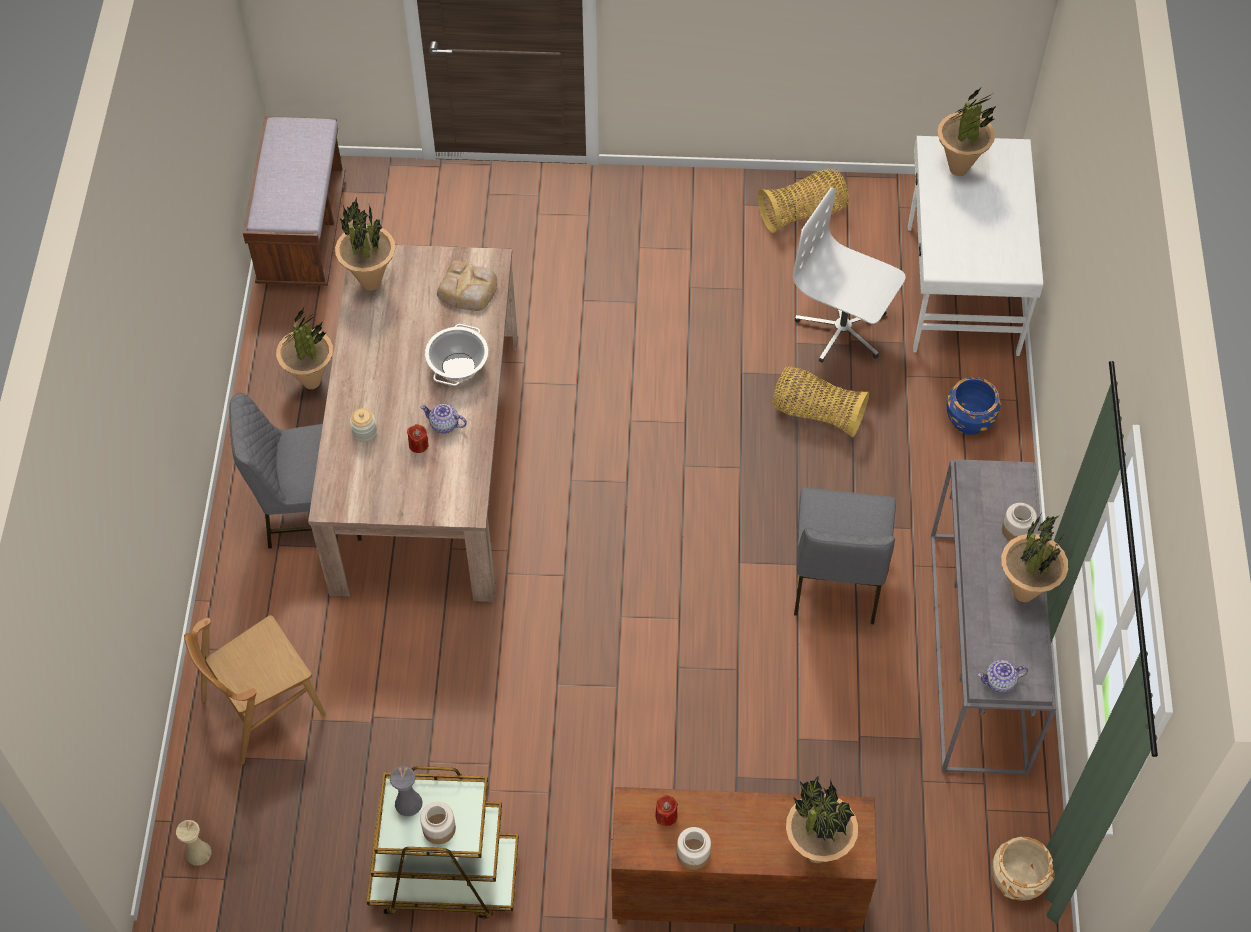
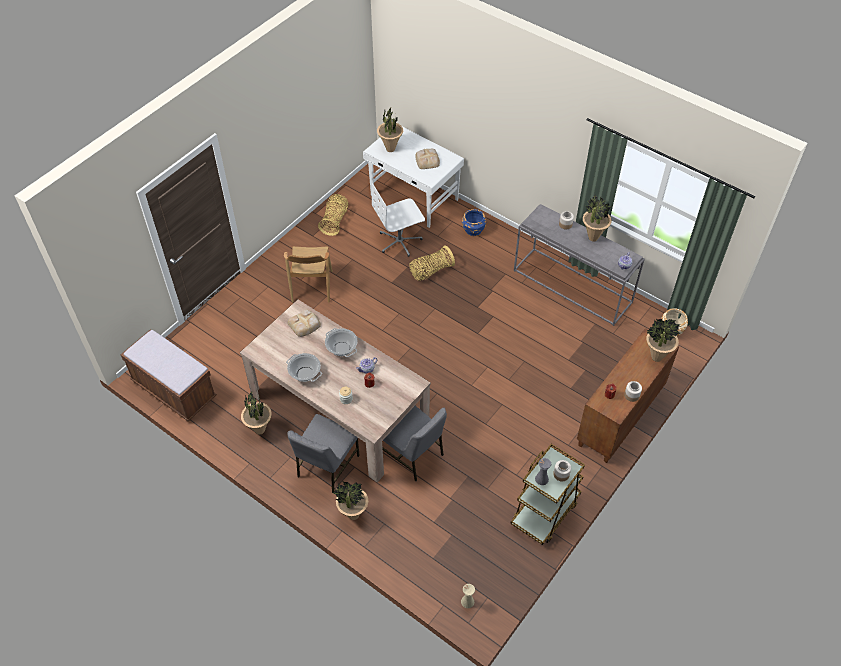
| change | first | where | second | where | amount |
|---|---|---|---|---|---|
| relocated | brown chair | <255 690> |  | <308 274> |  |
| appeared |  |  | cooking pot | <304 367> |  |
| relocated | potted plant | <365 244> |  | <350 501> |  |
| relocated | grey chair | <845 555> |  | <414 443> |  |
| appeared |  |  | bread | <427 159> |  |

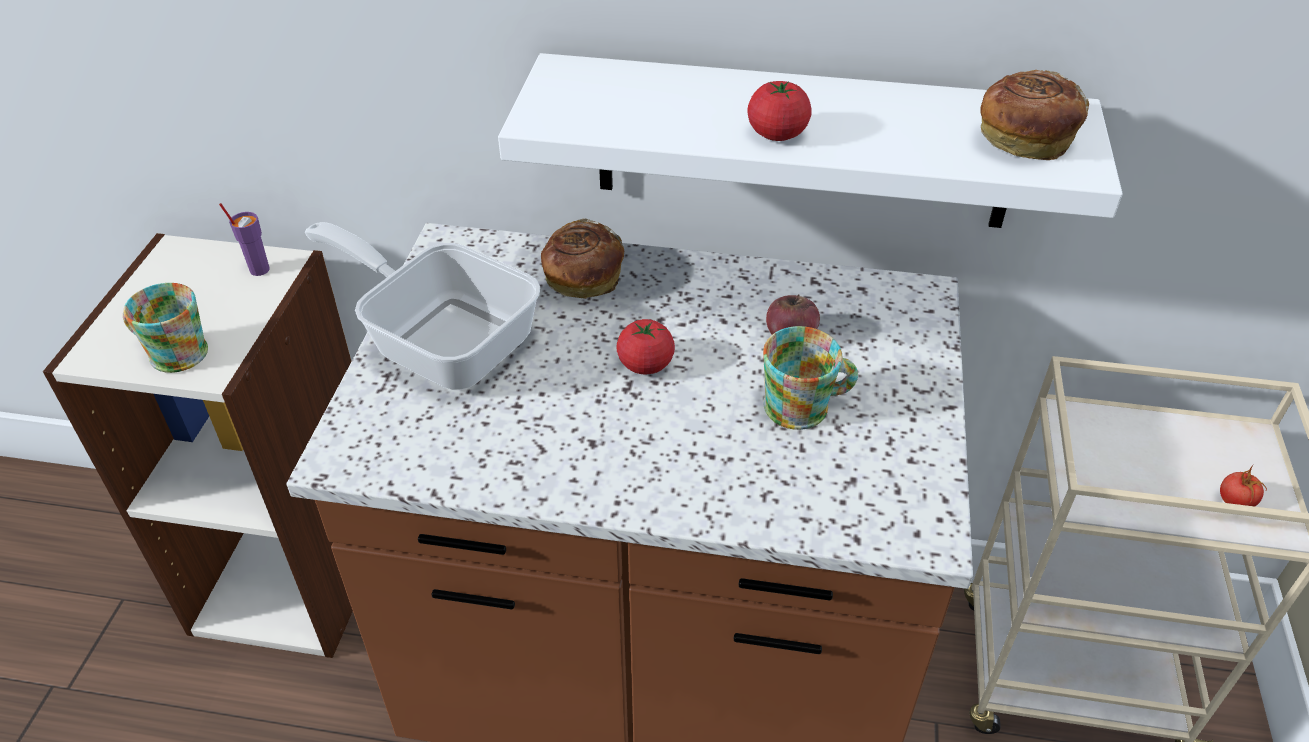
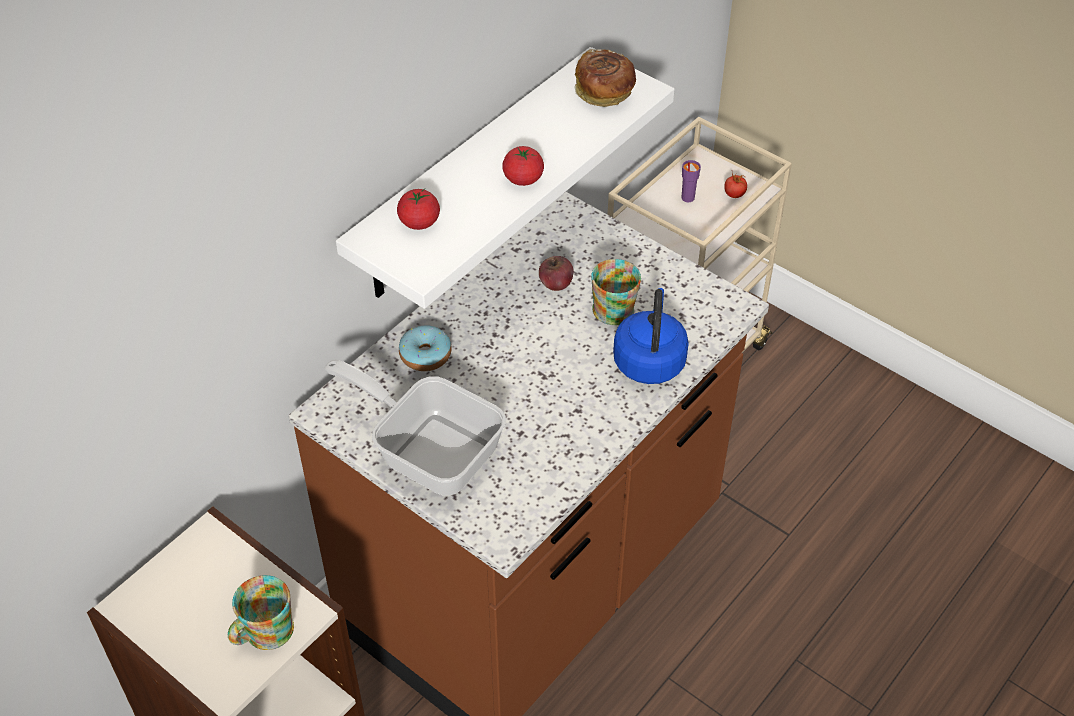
| change | first | where | second | where | amount |
|---|---|---|---|---|---|
| spun | frying pan | <422 306> |  | <415 427> | 60 degrees clockwise |
| relocated | tomato | <646 346> |  | <418 209> |  |
| exchanged | bread | <582 258> | donut | <425 348> |  |
| appeared |  |  | blue kettle | <651 336> |  |
| relocated | purple cup | <244 239> |  | <691 181> |  |

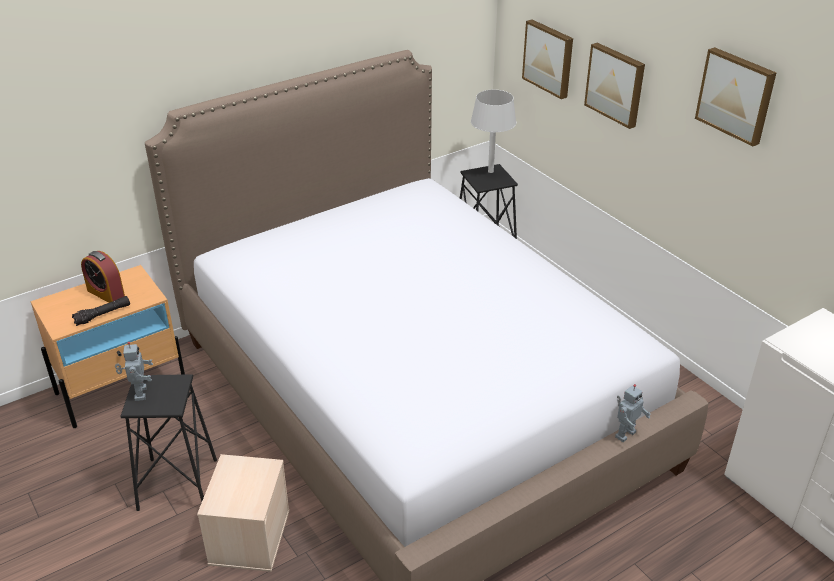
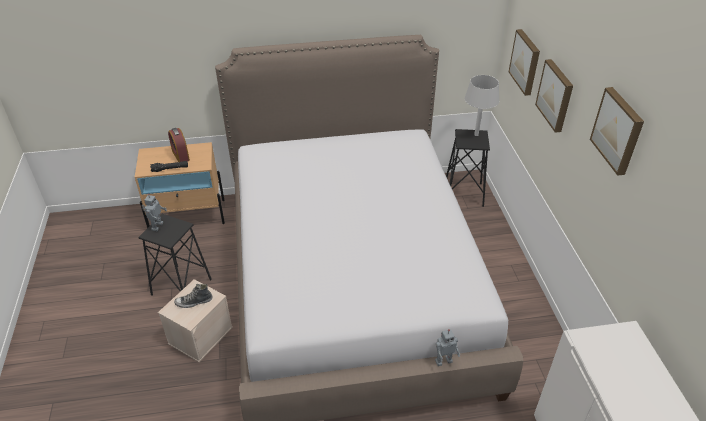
| change | first | where | second | where | amount |
|---|---|---|---|---|---|
| appeared |  |  | shoe | <193 296> |  |

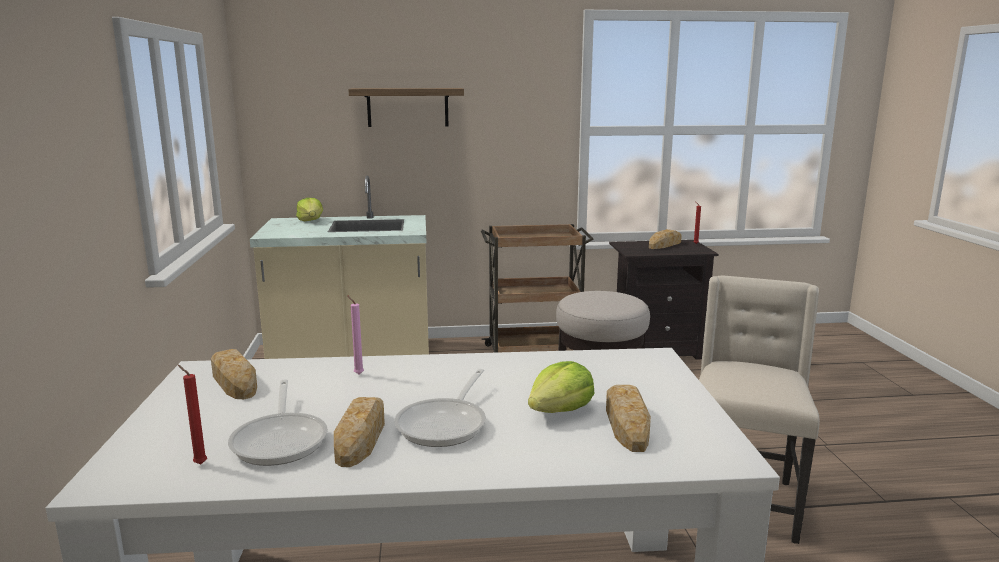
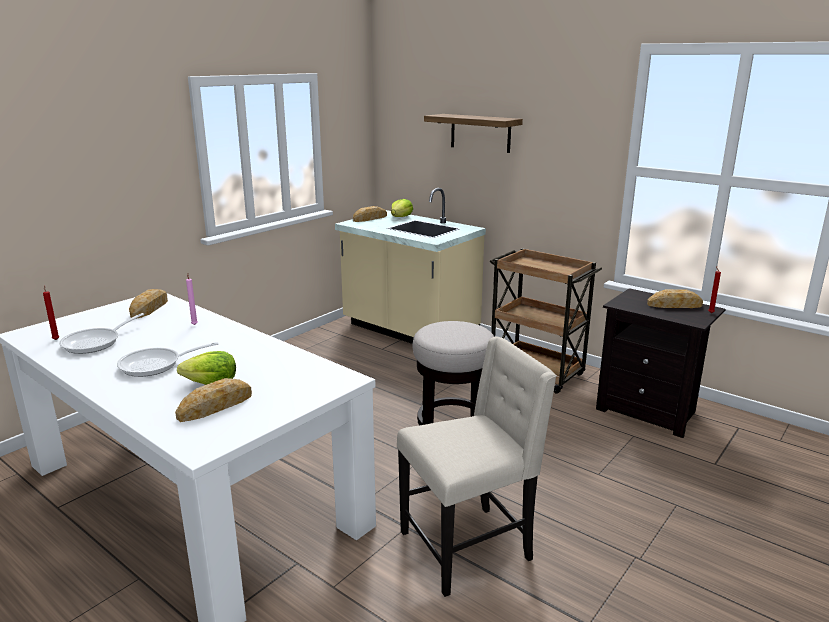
| change | first | where | second | where | amount |
|---|---|---|---|---|---|
| relocated | bread | <359 432> |  | <370 214> |  |

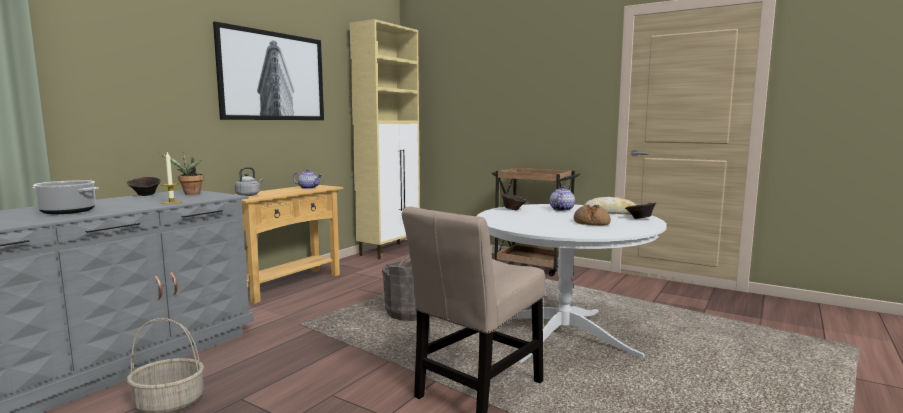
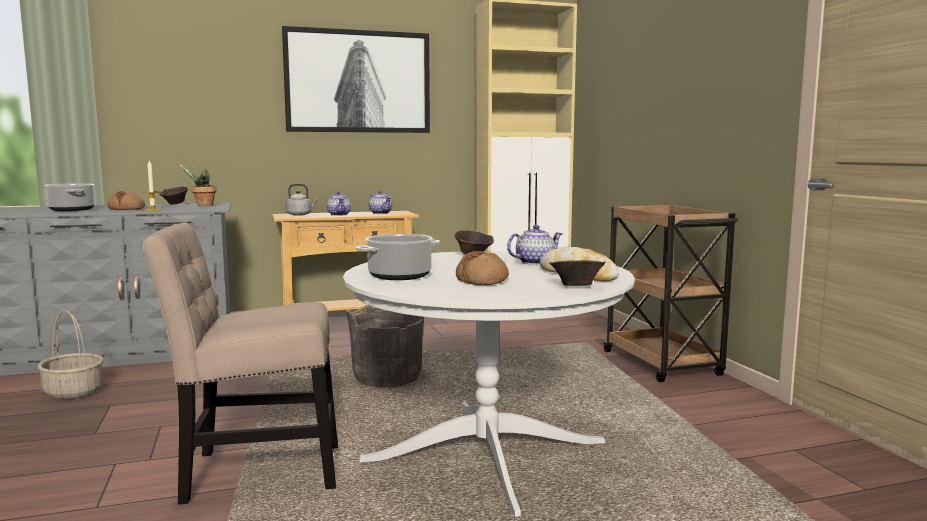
| change | first | where | second | where | amount |
|---|---|---|---|---|---|
| appeared |  |  | bread | <126 200> |  |
| appeared |  |  | teapot | <339 203> |  |
| appeared |  |  | cooking pot | <397 257> |  |

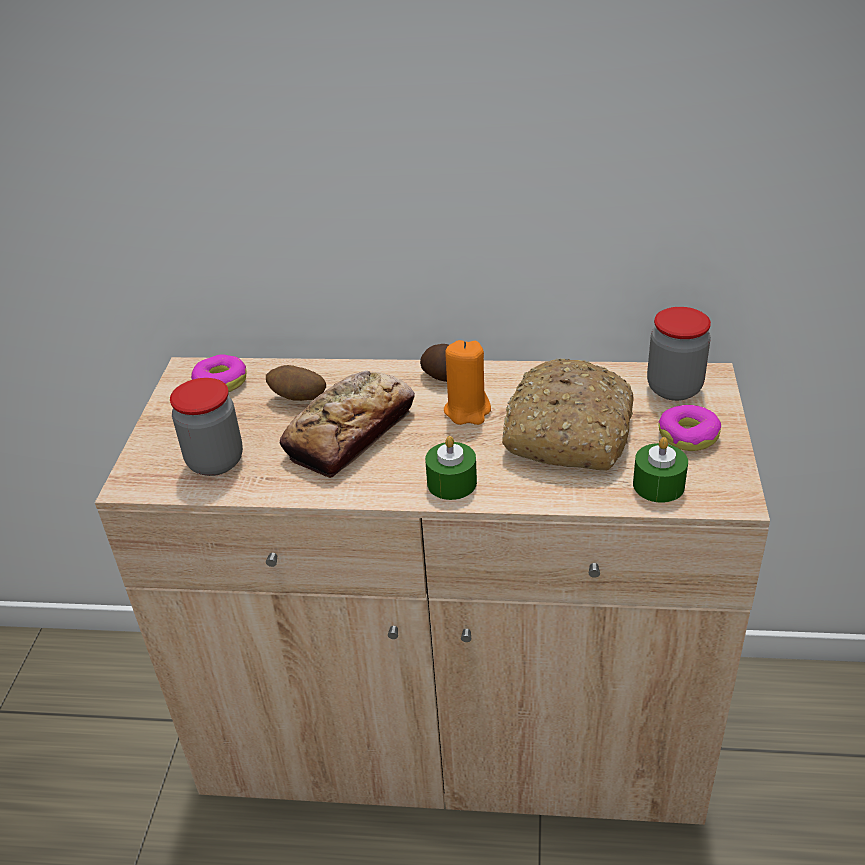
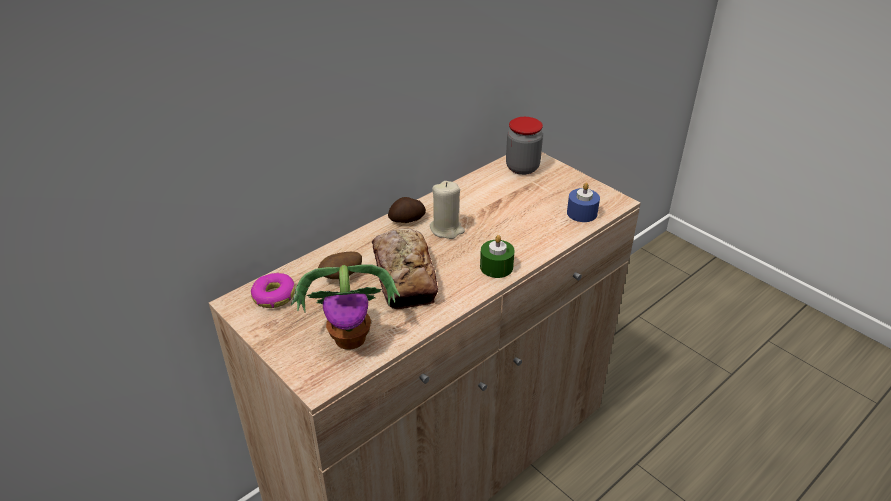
| change | first | where | second | where | amount |
|---|---|---|---|---|---|
| exchanged | jar | <206 427> | potted plant | <345 307> |  |
| colour | orange candle | <467 382> | beige candle | <447 210> |  |
| colour | green candle | <660 470> | blue candle | <583 202> |  |
| missing | bread | <568 415> |  |  |  |
| missing | donut | <689 428> |  |  |  |

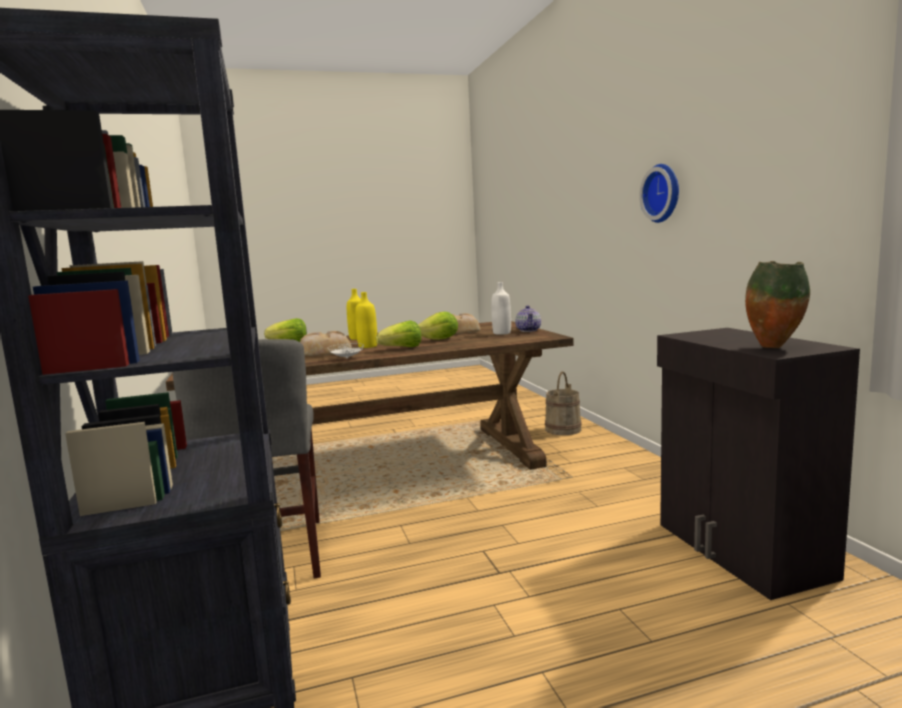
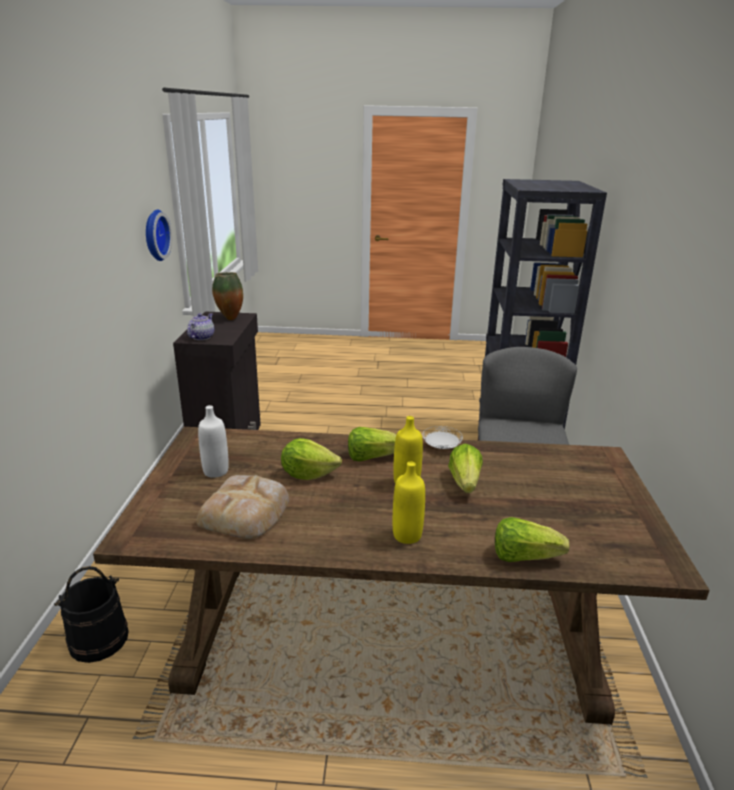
| change | first | where | second | where | amount |
|---|---|---|---|---|---|
| colour | beige bucket | <563 403> | black bucket | <91 614> |  |
| relocated | wall clock | <659 193> |  | <159 235> |  |
| relocated | teapot | <528 318> |  | <200 326> |  |
| exchanged | bread | <326 343> | lettuce | <465 468> |  |

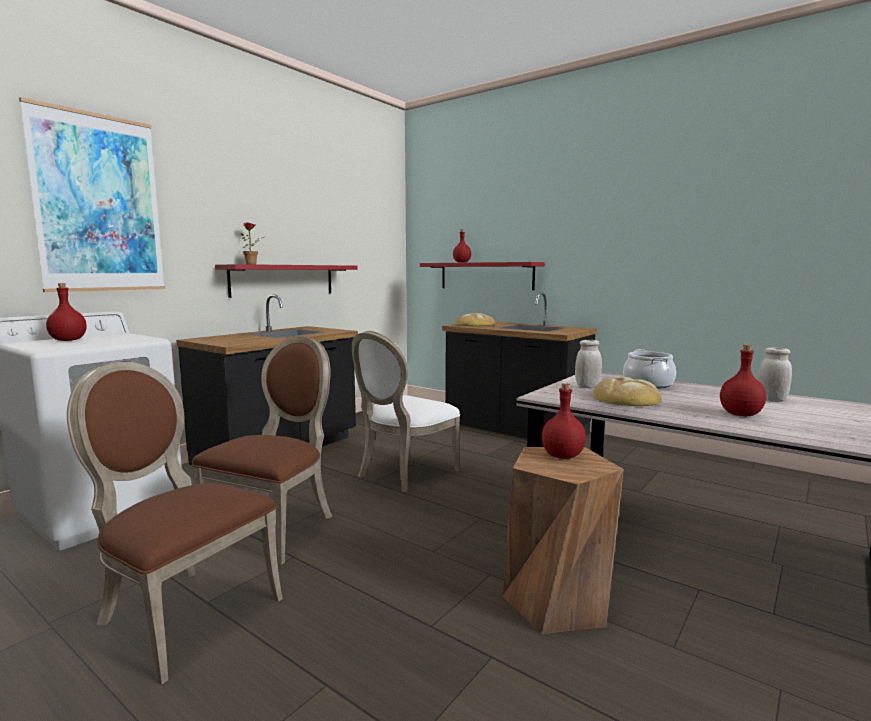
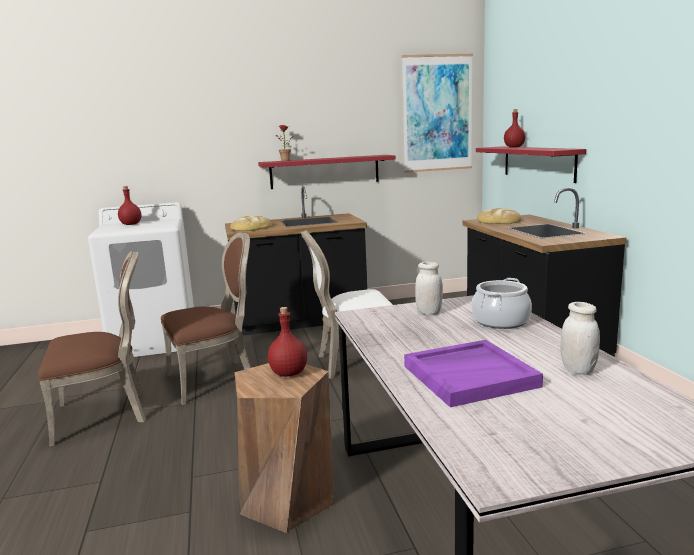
| change | first | where | second | where | amount |
|---|---|---|---|---|---|
| spun | brown chair | <175 523> |  | <92 348> | 90 degrees clockwise |
| relocated | bread | <627 391> |  | <251 223> |  |
| relocated | picture | <92 194> |  | <437 113> |  |
| exchanged | red bottle | <743 380> | purple tray | <473 373> |  |

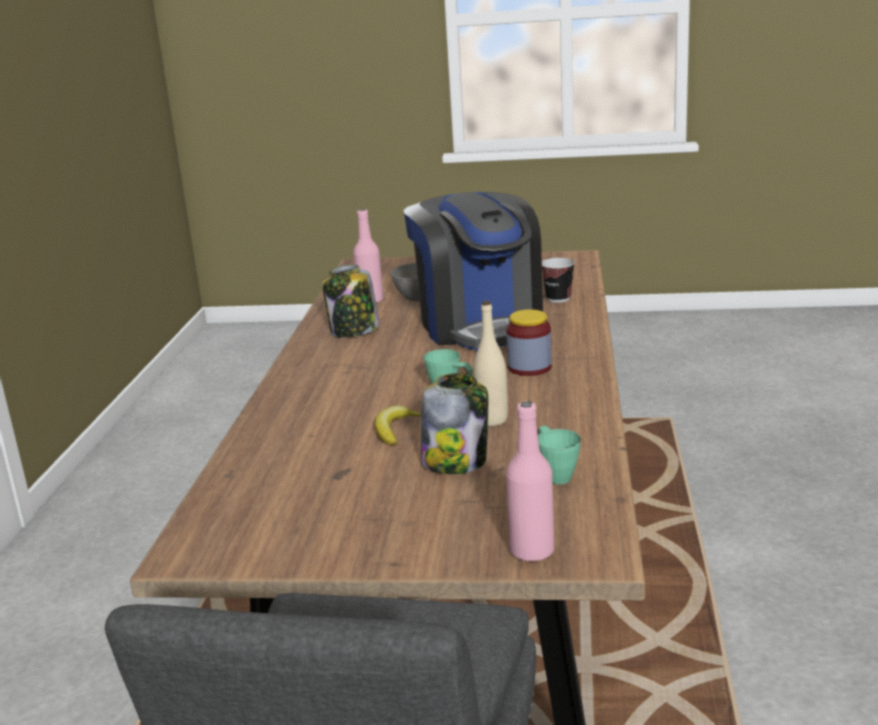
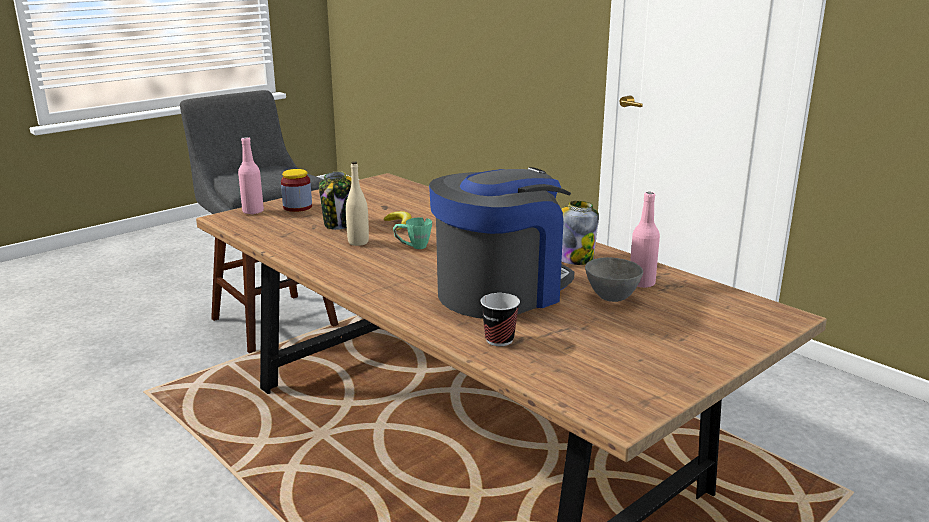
| change | first | where | second | where | amount |
|---|---|---|---|---|---|
| relocated | jar | <529 342> |  | <296 190> |  |
| spun | coffee machine | <473 271> |  | <502 243> | 120 degrees clockwise |
| missing | green mug | <559 455> |  |  |  |

